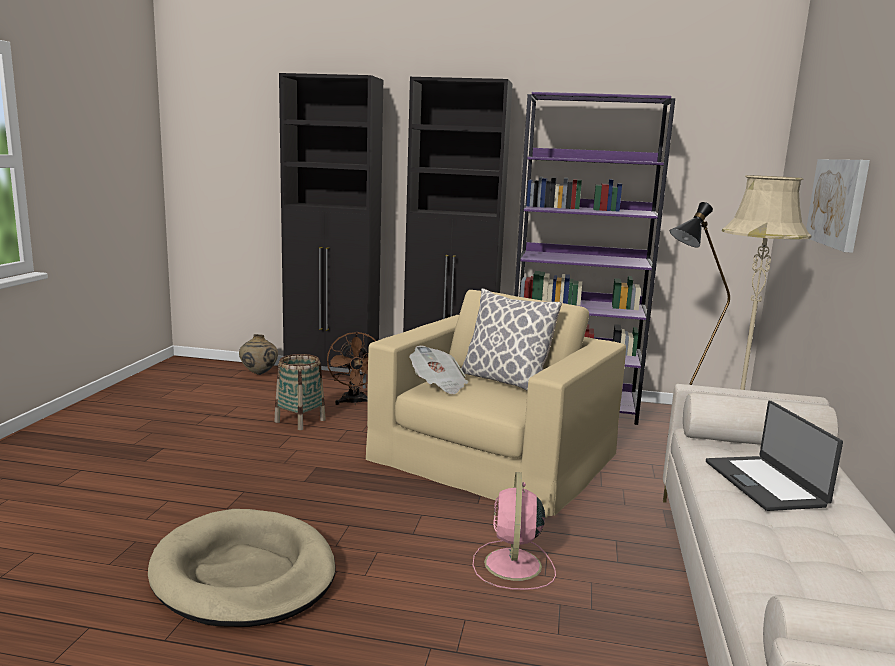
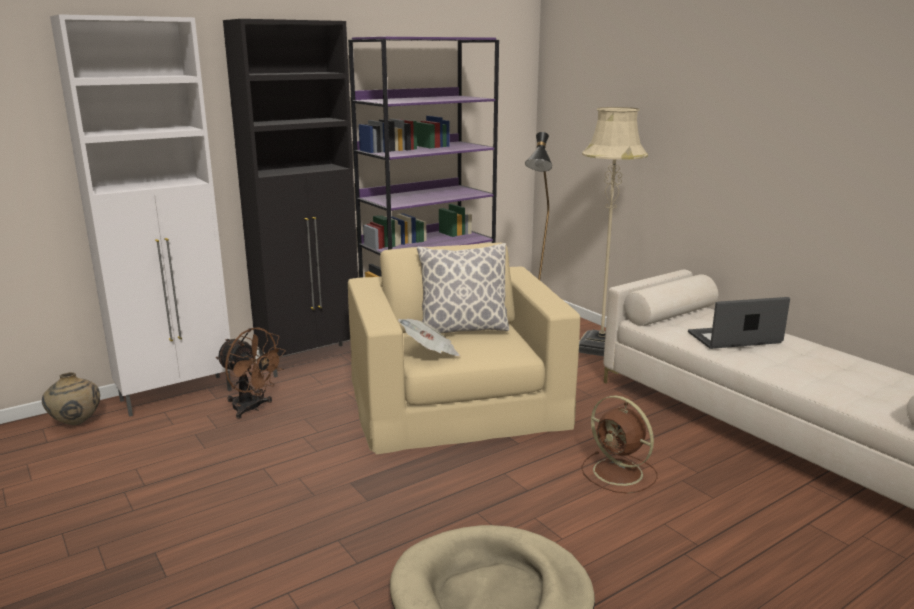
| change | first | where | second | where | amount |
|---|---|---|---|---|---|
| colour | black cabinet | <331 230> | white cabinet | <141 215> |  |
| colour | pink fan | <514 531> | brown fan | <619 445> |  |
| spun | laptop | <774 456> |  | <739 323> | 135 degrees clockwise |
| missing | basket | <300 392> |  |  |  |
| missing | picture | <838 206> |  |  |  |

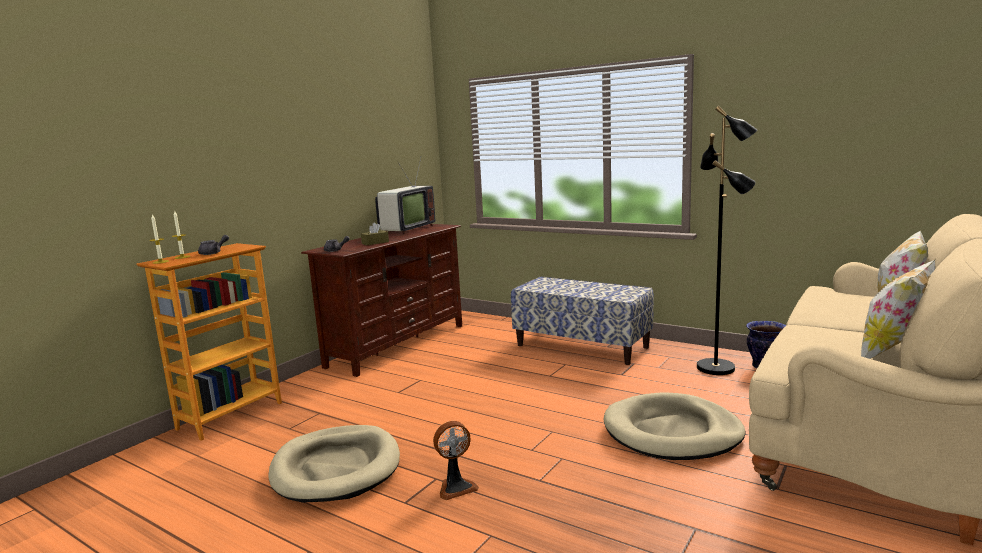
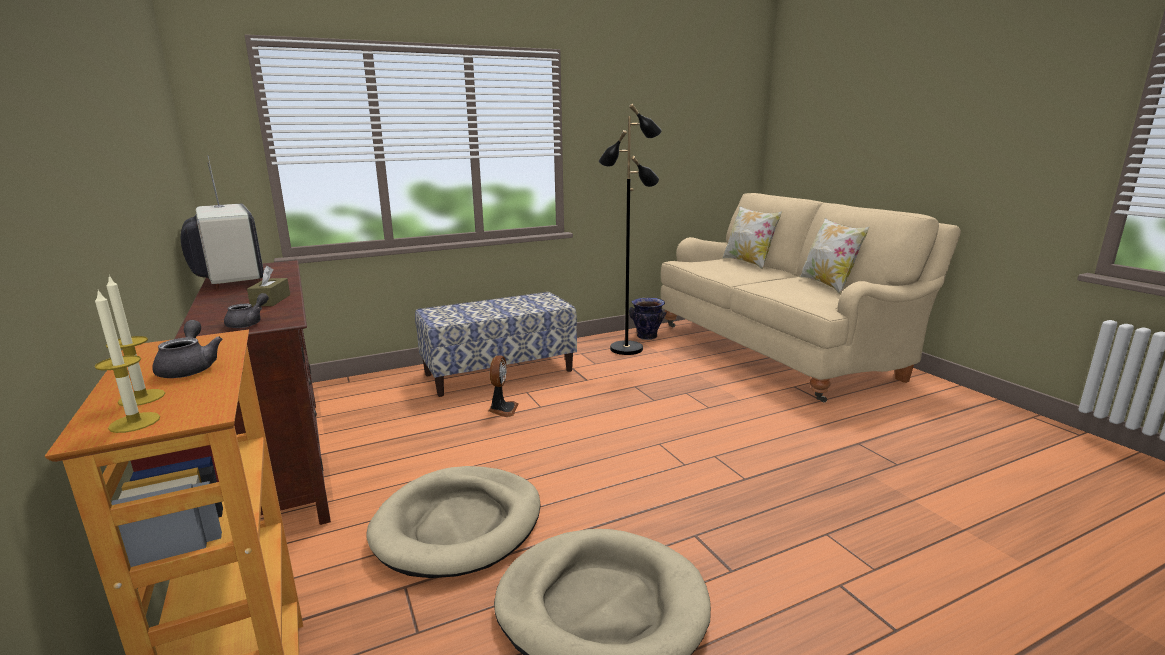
| change | first | where | second | where | amount |
|---|---|---|---|---|---|
| relocated | beige dog bed | <674 426> |  | <453 522> |  |
| relocated | fan | <456 460> |  | <503 386> |  |

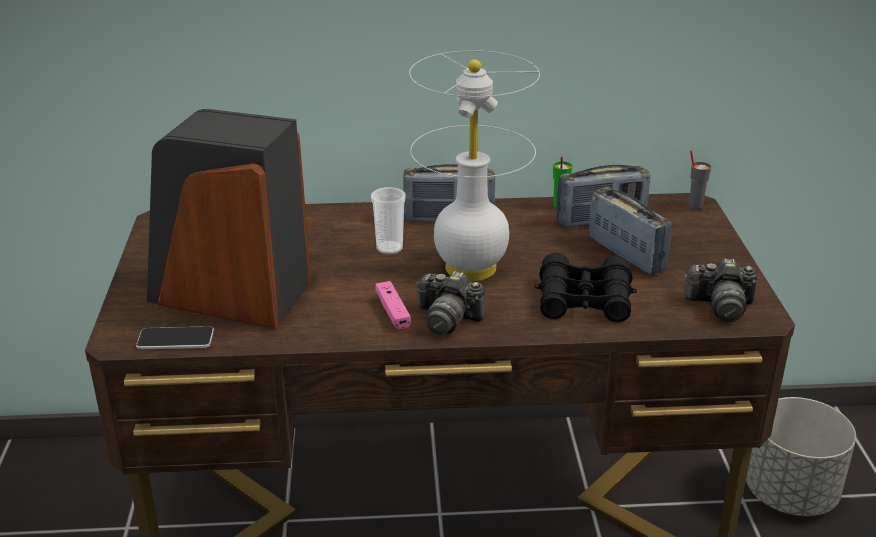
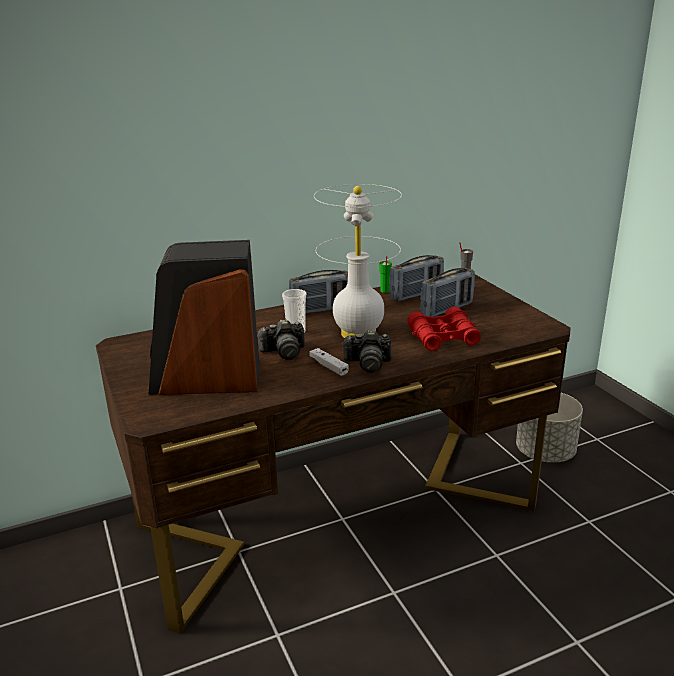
| change | first | where | second | where | amount |
|---|---|---|---|---|---|
| relocated | photo camera | <720 290> |  | <281 339> |  |
| colour | pink game controller | <393 305> | white game controller | <329 362> |  |
| colour | black binoculars | <586 287> | red binoculars | <444 329> |  |
| spun | radio | <630 231> |  | <447 292> | 105 degrees clockwise |
| missing | phone | <175 337> |  |  |  |

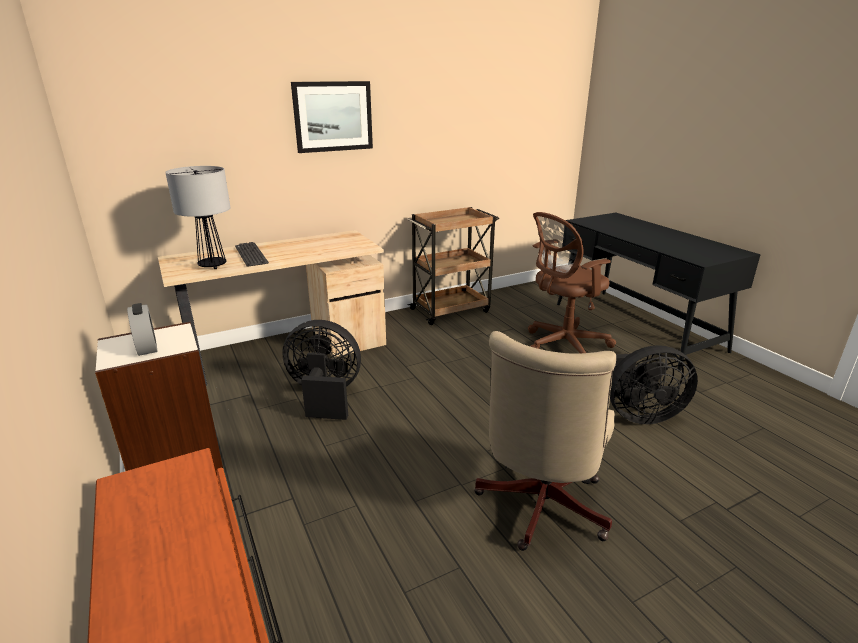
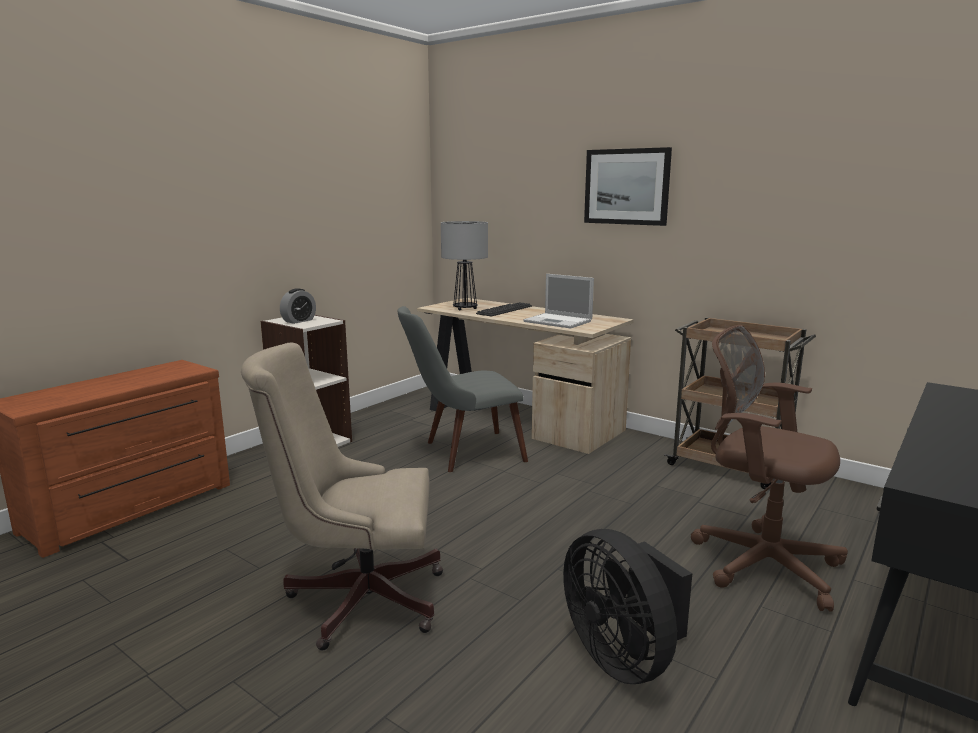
| change | first | where | second | where | amount |
|---|---|---|---|---|---|
| exchanged | black fan | <321 370> | grey chair | <463 389> |  |
| appeared |  |  | laptop | <558 301> |  |

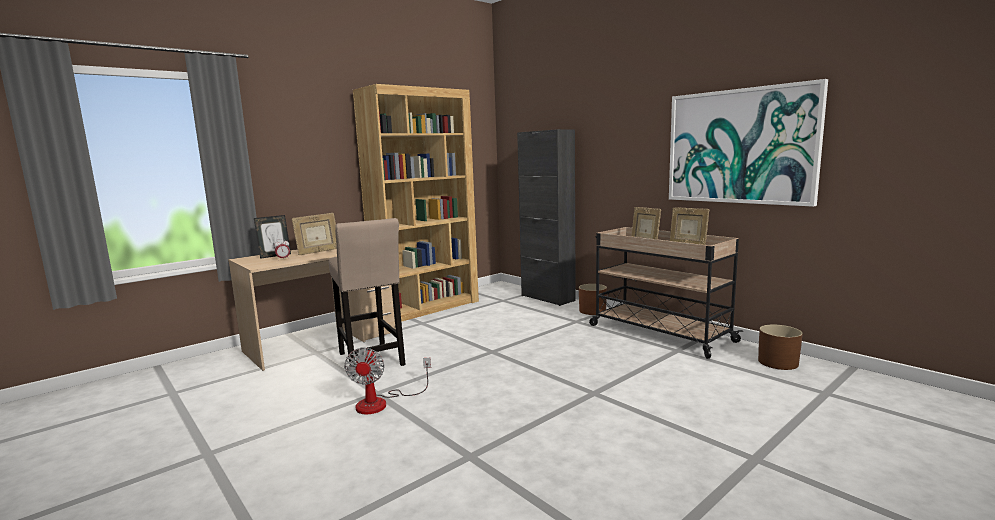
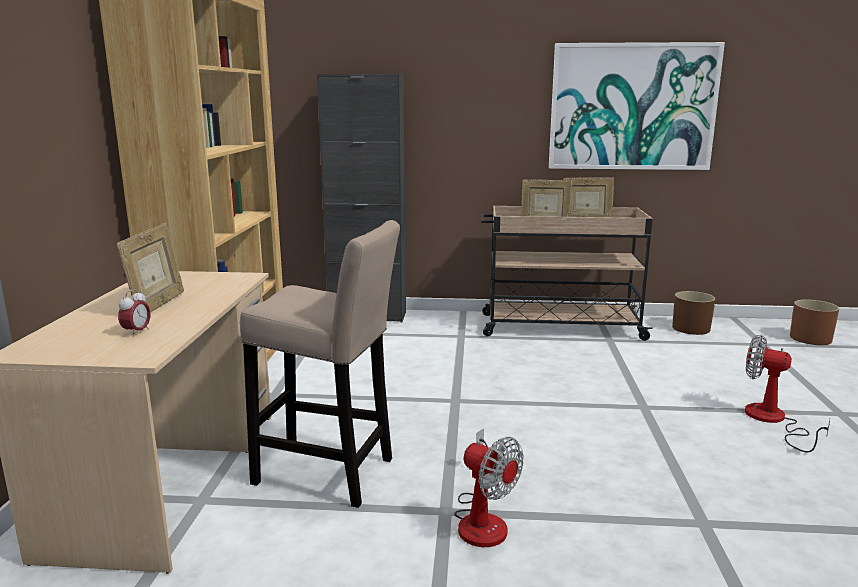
| change | first | where | second | where | amount |
|---|---|---|---|---|---|
| appeared |  |  | fan | <787 393> |  |
| relocated | brown planter | <593 299> |  | <814 322> |  |
| missing | picture frame | <272 237> |  |  |  |

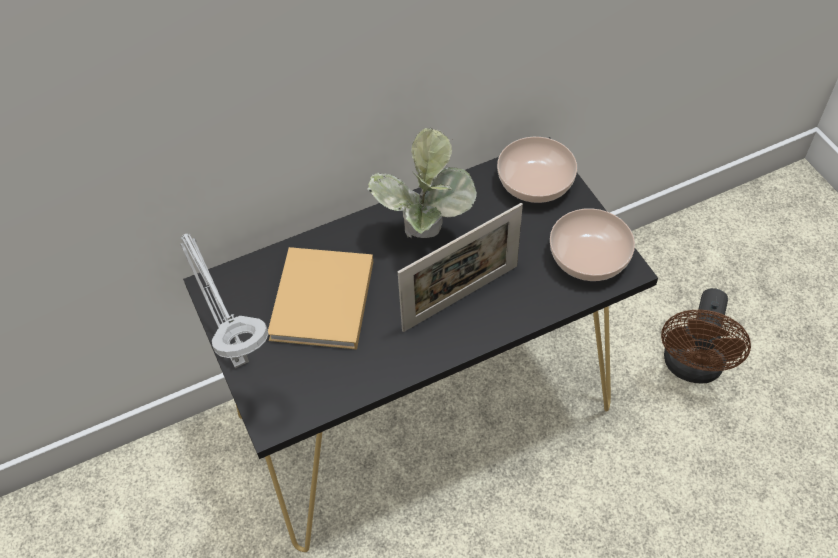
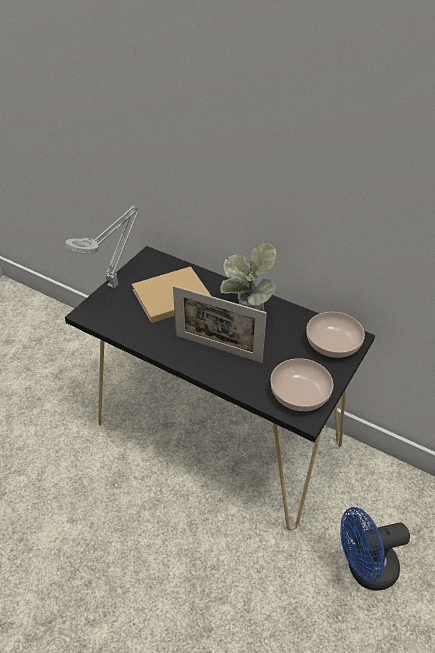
| change | first | where | second | where | amount |
|---|---|---|---|---|---|
| colour | brown fan | <706 335> | blue fan | <375 549> |  |

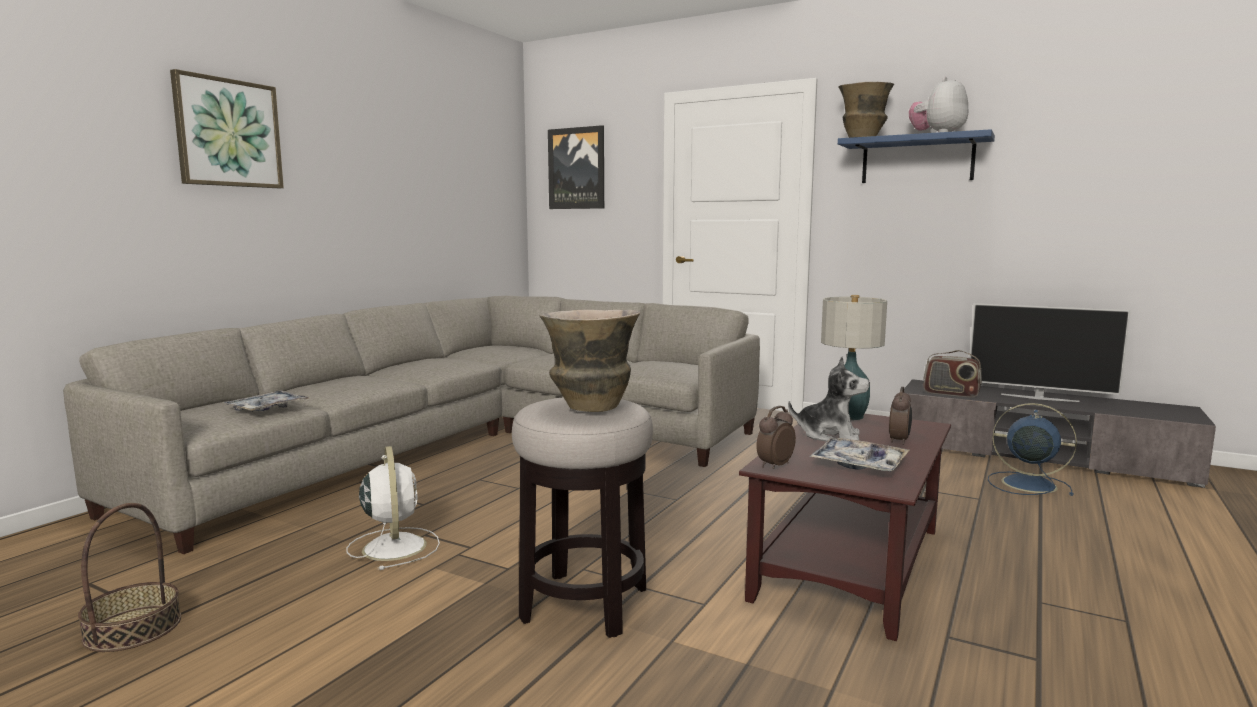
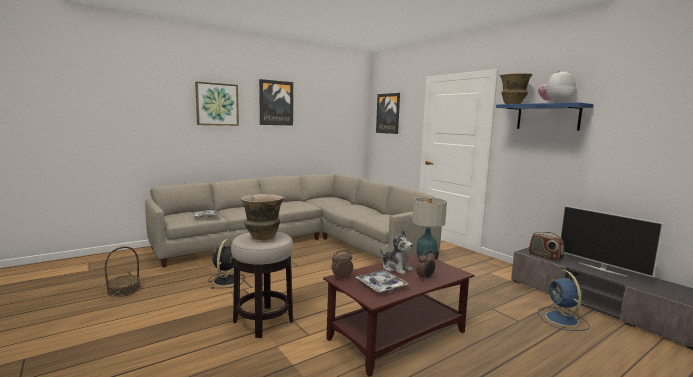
| change | first | where | second | where | amount |
|---|---|---|---|---|---|
| colour | white fan | <393 508> | black fan | <226 264> |  |
| appeared |  |  | picture | <276 102> |  |
| spun | blue fan | <1032 449> |  | <564 300> | 150 degrees counterclockwise |

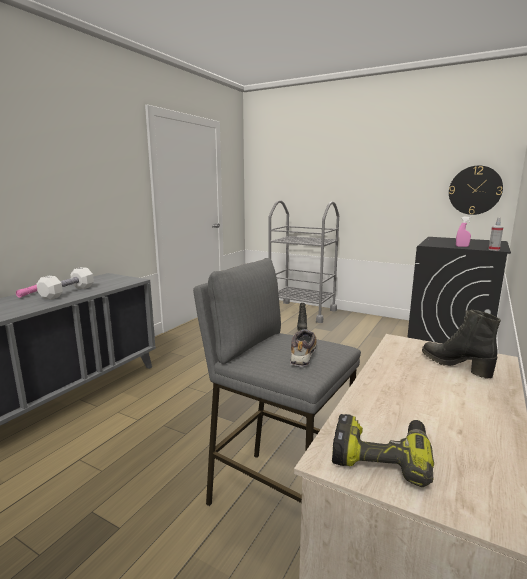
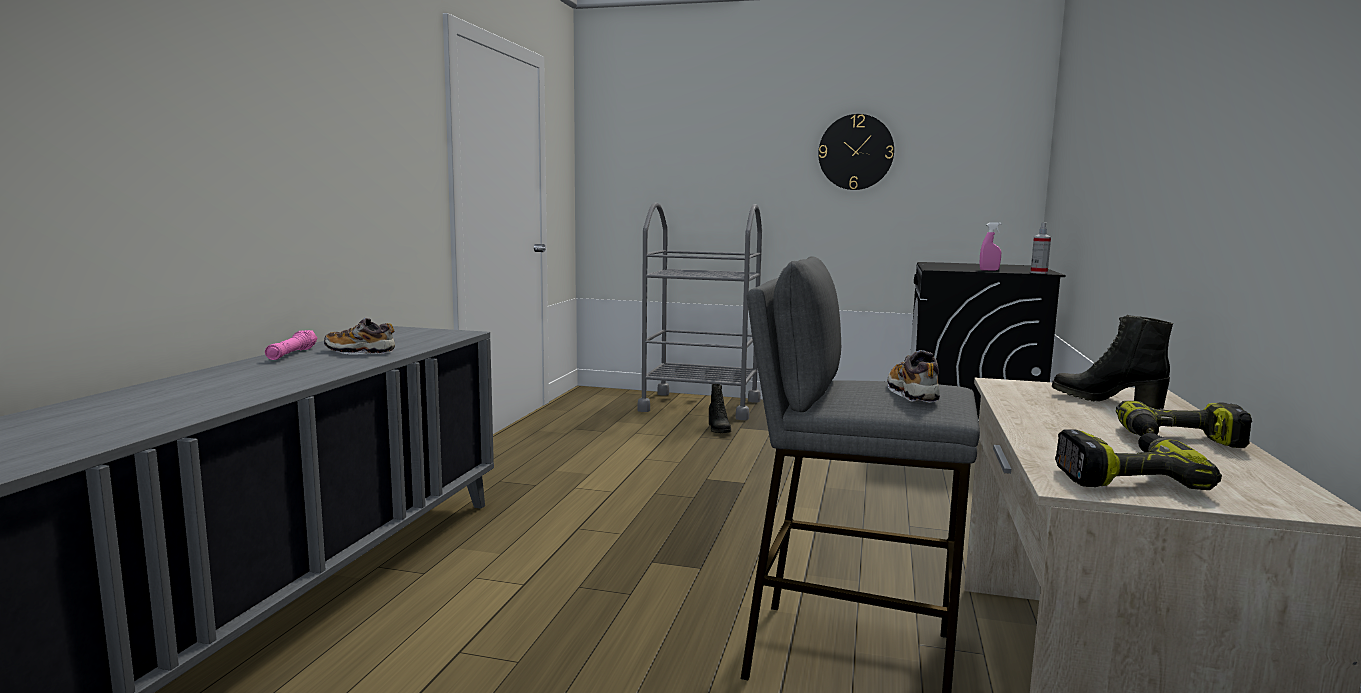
| change | first | where | second | where | amount |
|---|---|---|---|---|---|
| exchanged | white dumbbell | <65 283> | shoe | <359 336> |  |
| relocated | wall clock | <476 190> |  | <856 152> |  |
| appeared |  |  | power drill | <1184 424> |  |

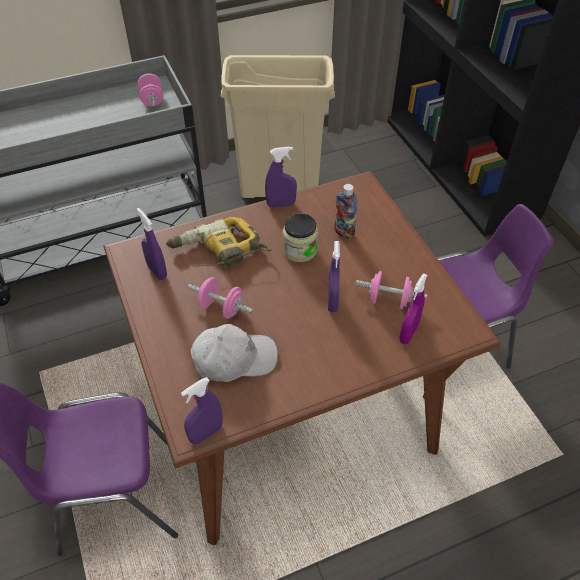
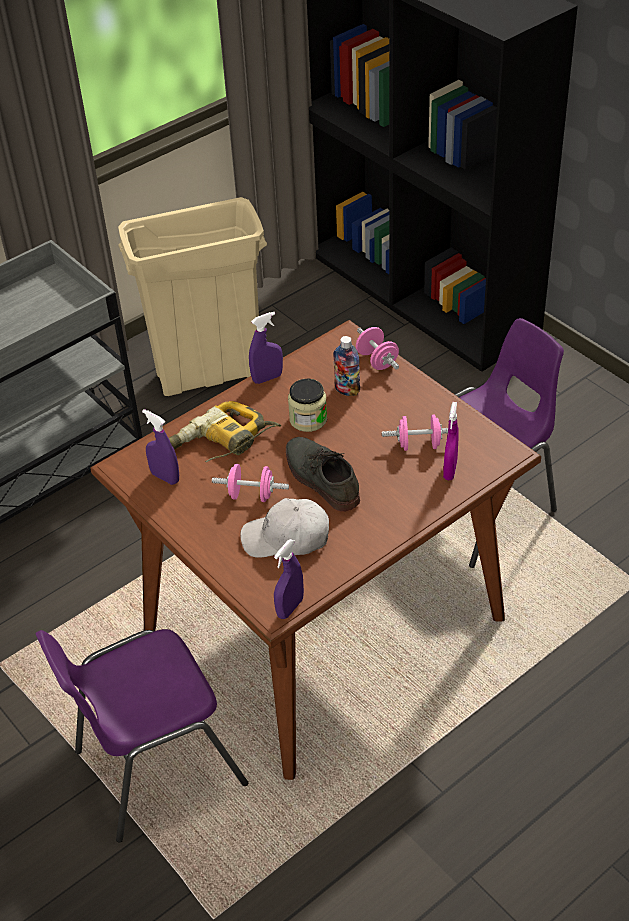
| change | first | where | second | where | amount |
|---|---|---|---|---|---|
| spun | white cap | <234 353> |  | <284 528> | 150 degrees counterclockwise |
| appeared |  |  | grey shoe | <323 474> |  |
| relocated | pink dumbbell | <150 90> |  | <377 348> |  |
| missing | purple spray bottle | <334 276> |  |  |  |

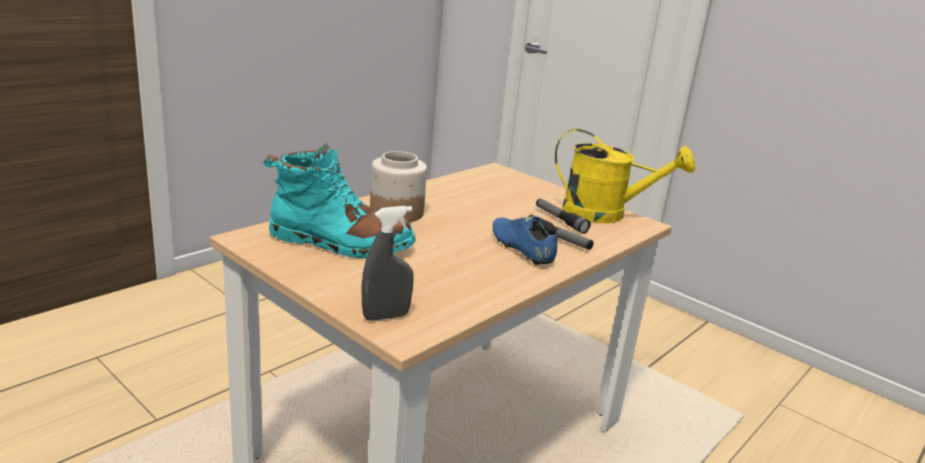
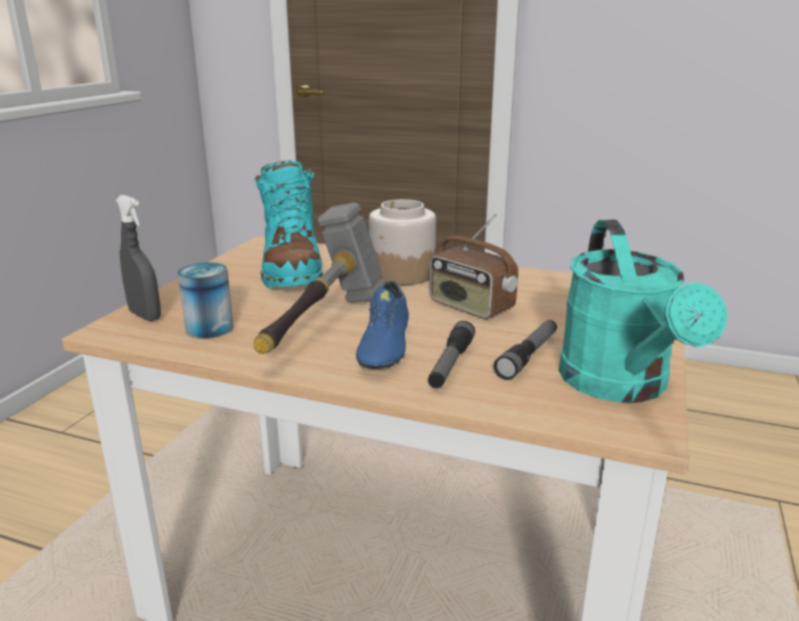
| change | first | where | second | where | amount |
|---|---|---|---|---|---|
| appeared |  |  | can | <206 300> |  |
| appeared |  |  | hammer | <319 278> |  |
| spun | blue shoe | <525 241> |  | <382 325> | 150 degrees clockwise |
| appeared |  |  | radio | <473 266> |  |
| colour | yellow watering can | <625 176> | turquoise watering can | <643 311> |  |

